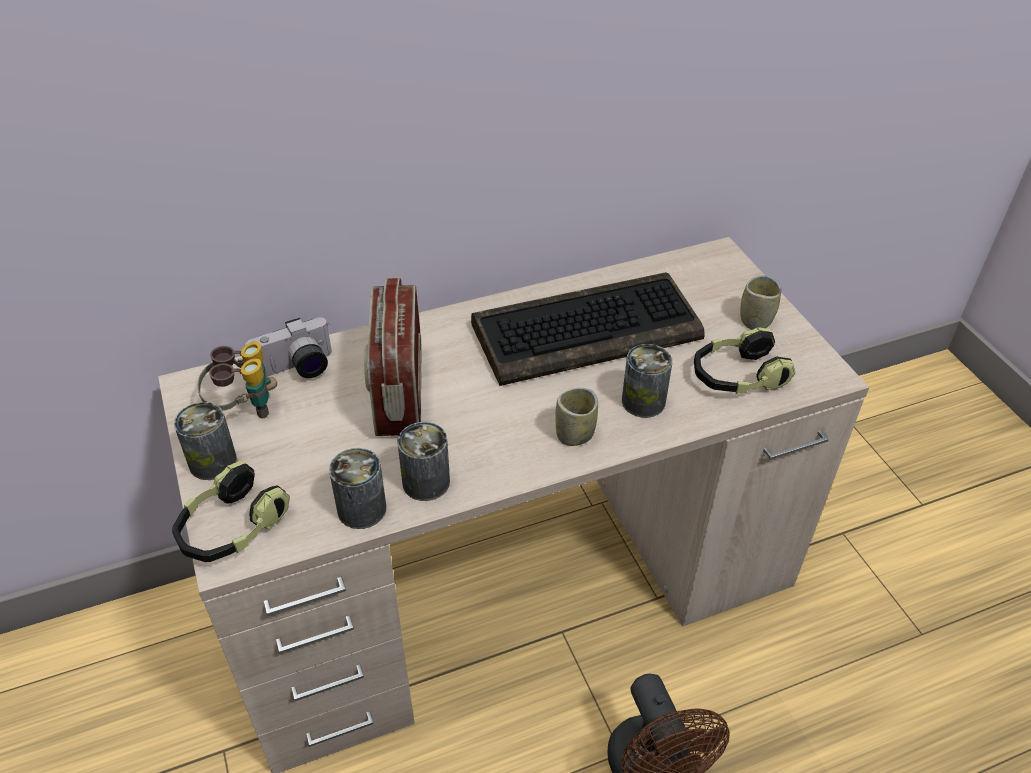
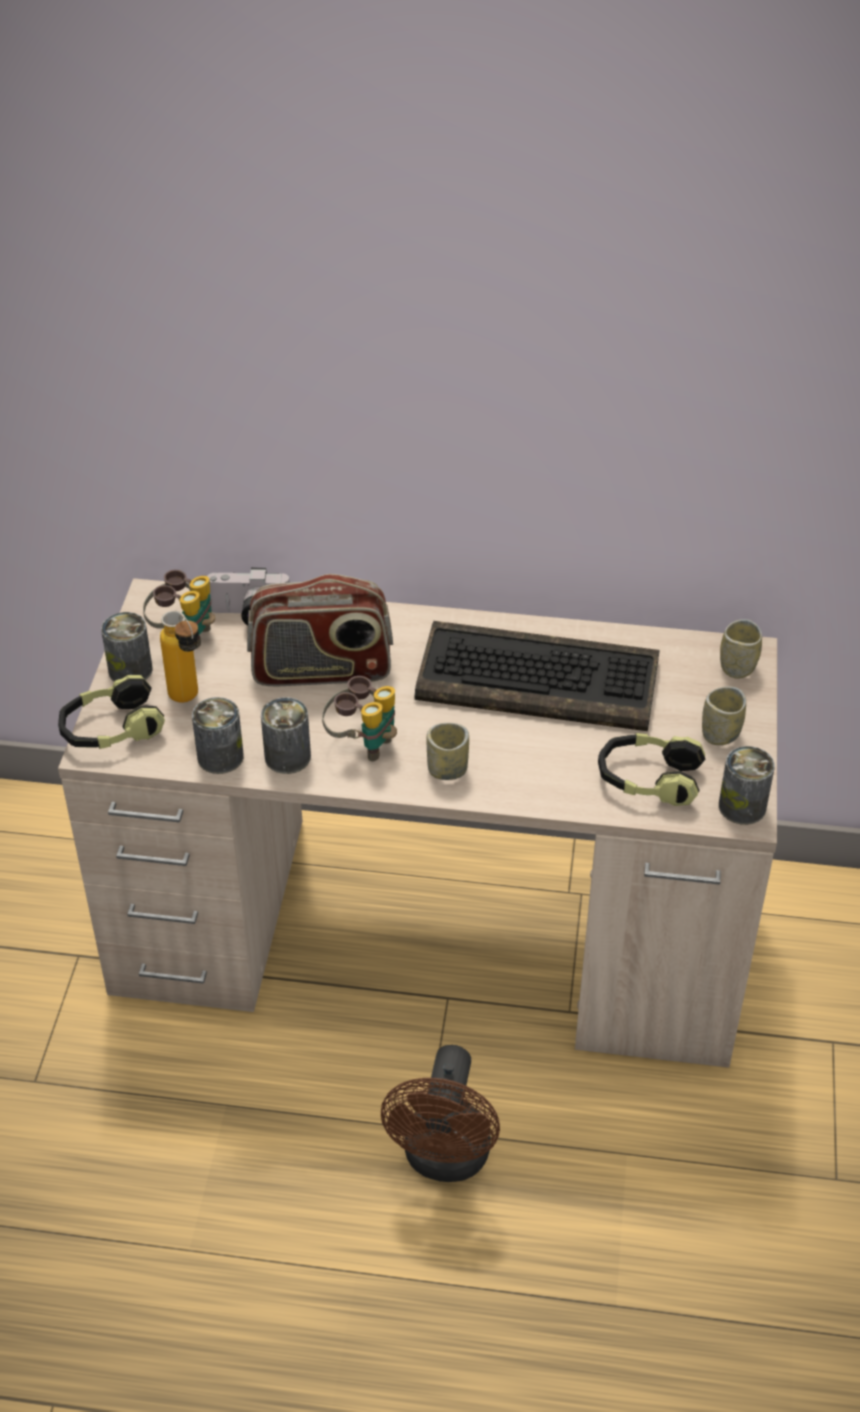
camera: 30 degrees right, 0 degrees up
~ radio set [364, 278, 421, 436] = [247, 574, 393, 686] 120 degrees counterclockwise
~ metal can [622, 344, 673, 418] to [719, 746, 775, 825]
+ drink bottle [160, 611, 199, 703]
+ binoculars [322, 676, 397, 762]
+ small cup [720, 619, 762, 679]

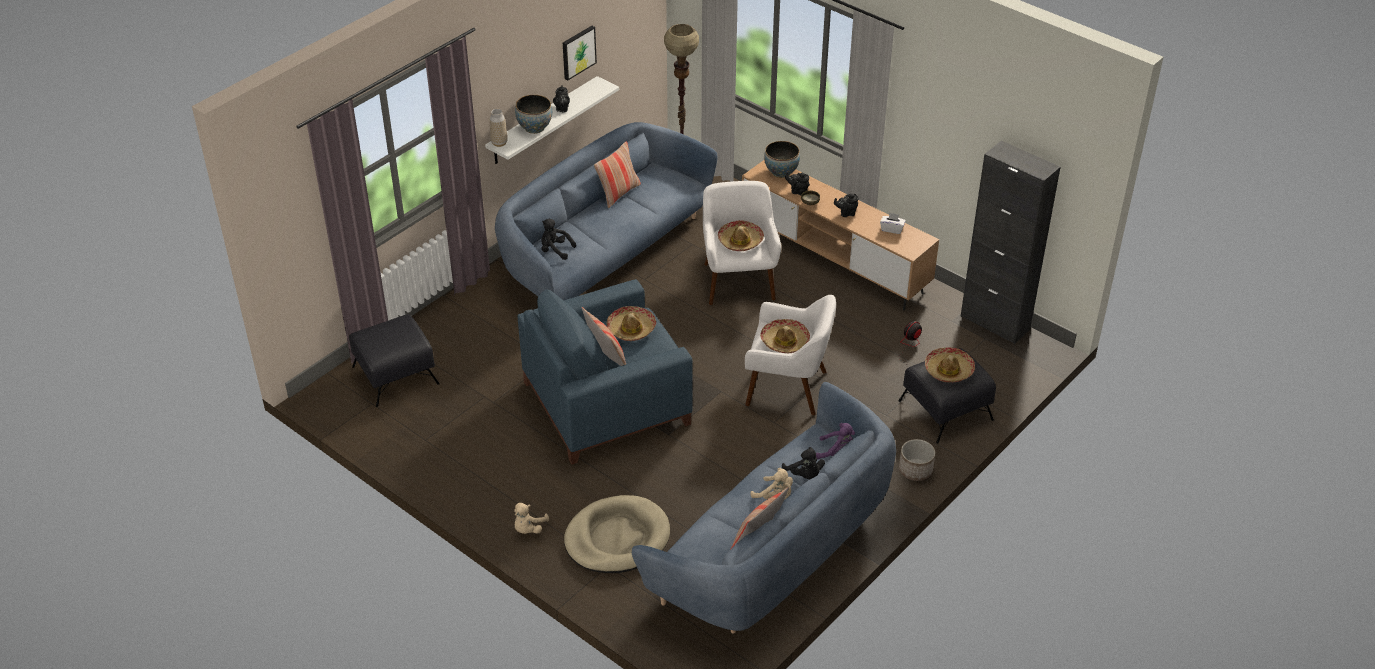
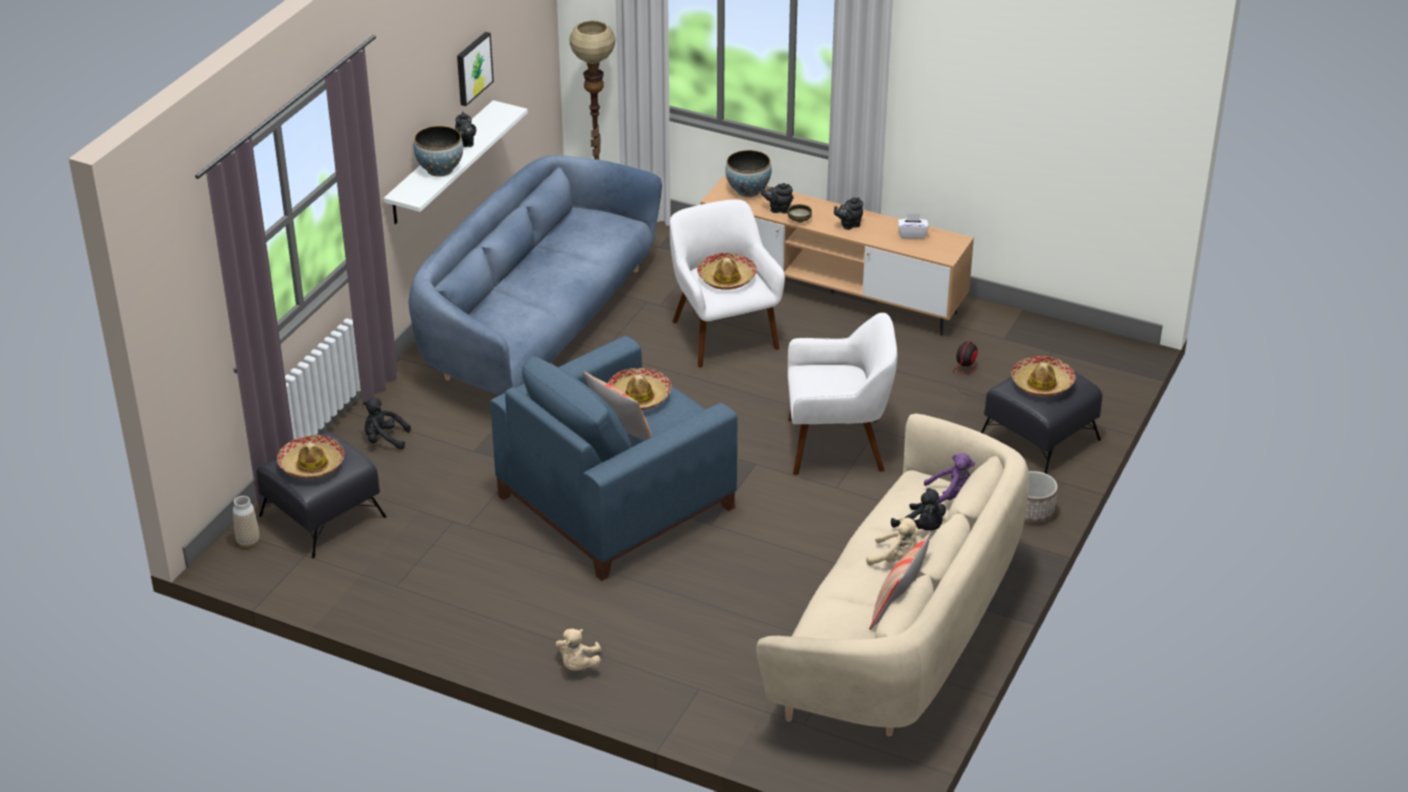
camera: 15 degrees left, 5 degrees down
~ decorative vase [490, 109, 508, 147] to [233, 496, 260, 547]
~ black-coloured cuddly toy [541, 219, 576, 260] to [363, 398, 411, 450]
- sand-coloured dog cushion [564, 495, 670, 573]
- throw pillow [594, 141, 641, 208]
~ blue-coloured couch [632, 382, 896, 633] to sand-coloured couch [756, 414, 1030, 737]
~ hat [760, 319, 810, 353] to [277, 435, 344, 478]
- black-coloured cabinet [960, 140, 1060, 344]

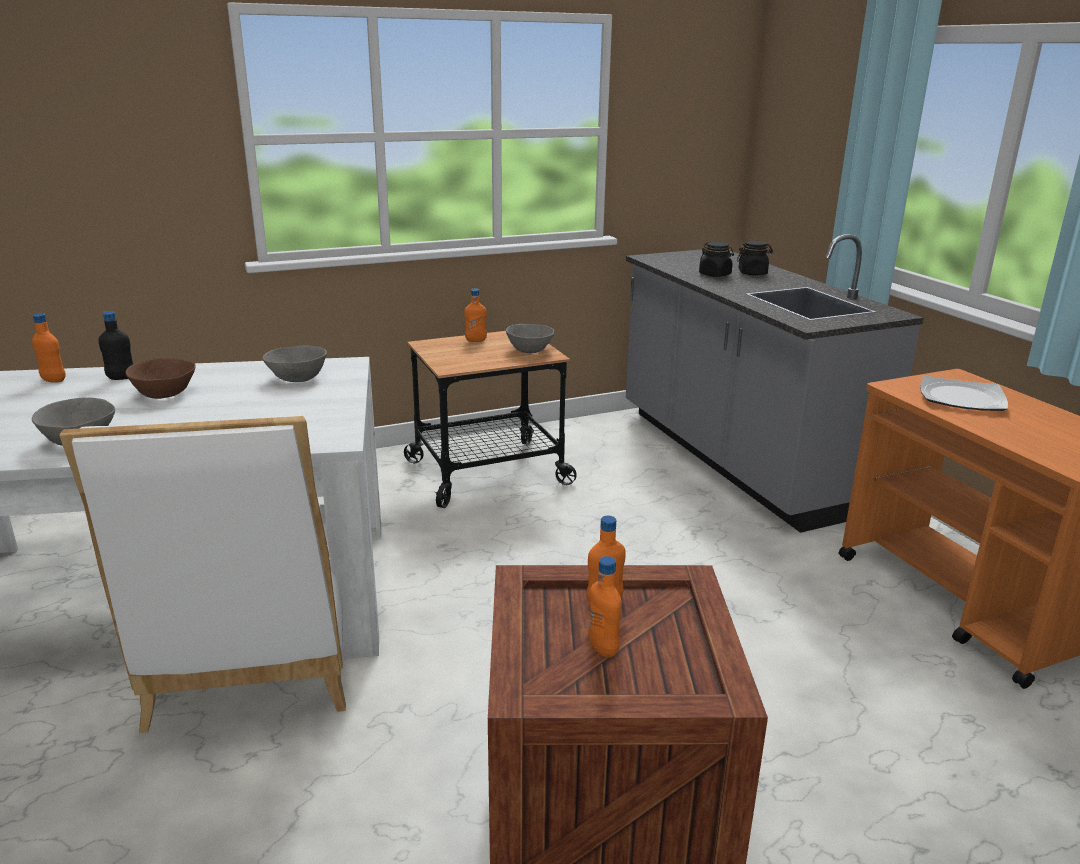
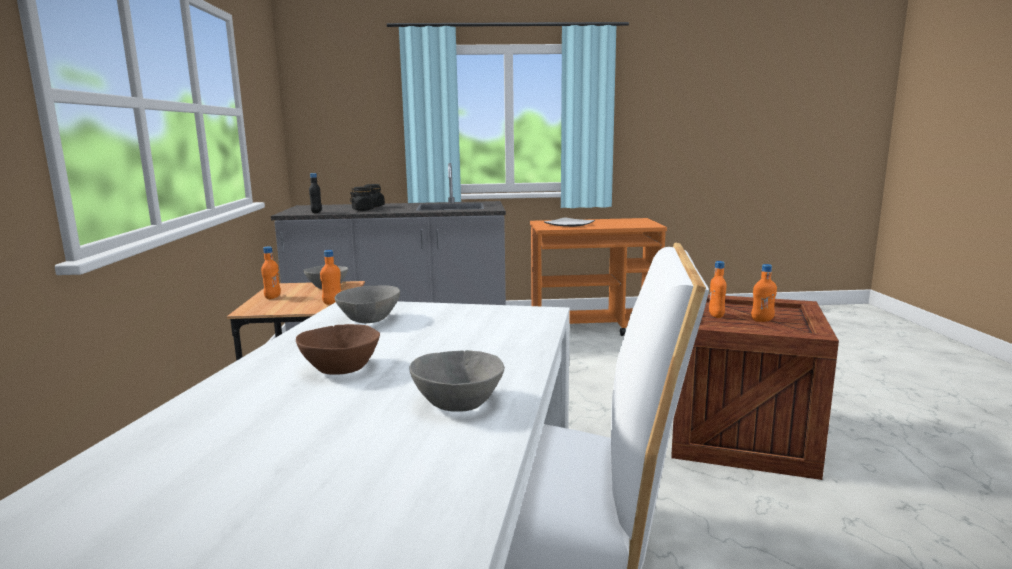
camera: 70 degrees left, 10 degrees down
~ orange-coloured drink bottle [32, 313, 66, 383] to [320, 250, 341, 305]
~ black-coloured drink bottle [98, 311, 133, 380] to [309, 173, 322, 213]

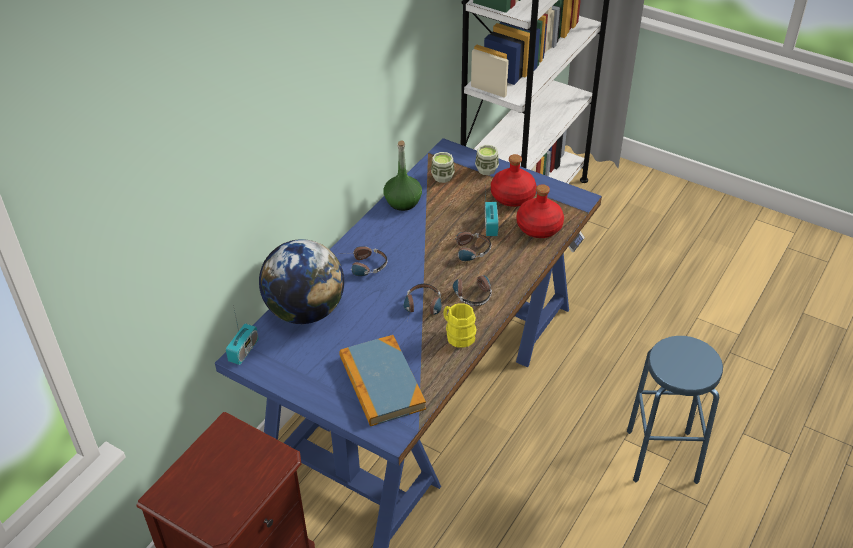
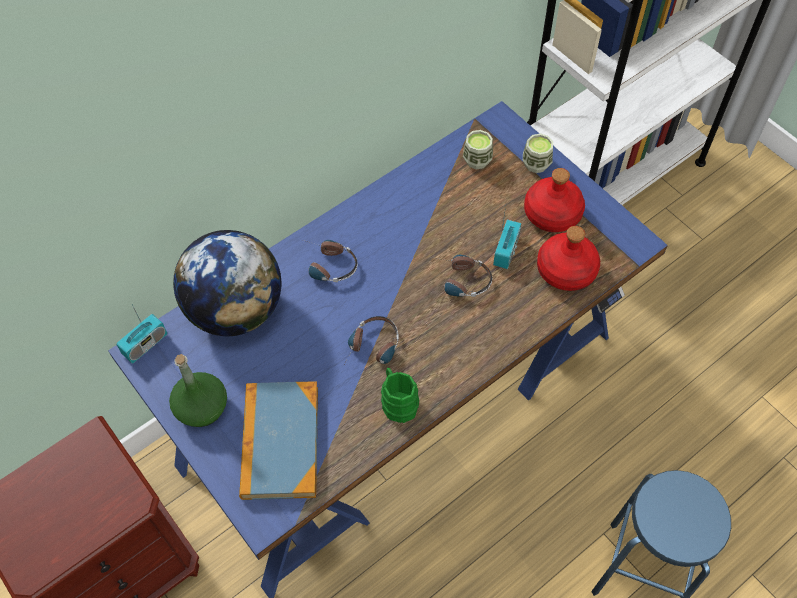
camera: 20 degrees right, 15 degrees up
~ greenish drink bottle [383, 140, 422, 211] to [169, 354, 227, 427]
~ yellow tea mug [443, 303, 477, 348] to greenish tea mug [381, 368, 419, 423]
- pair of headphones [453, 272, 492, 306]

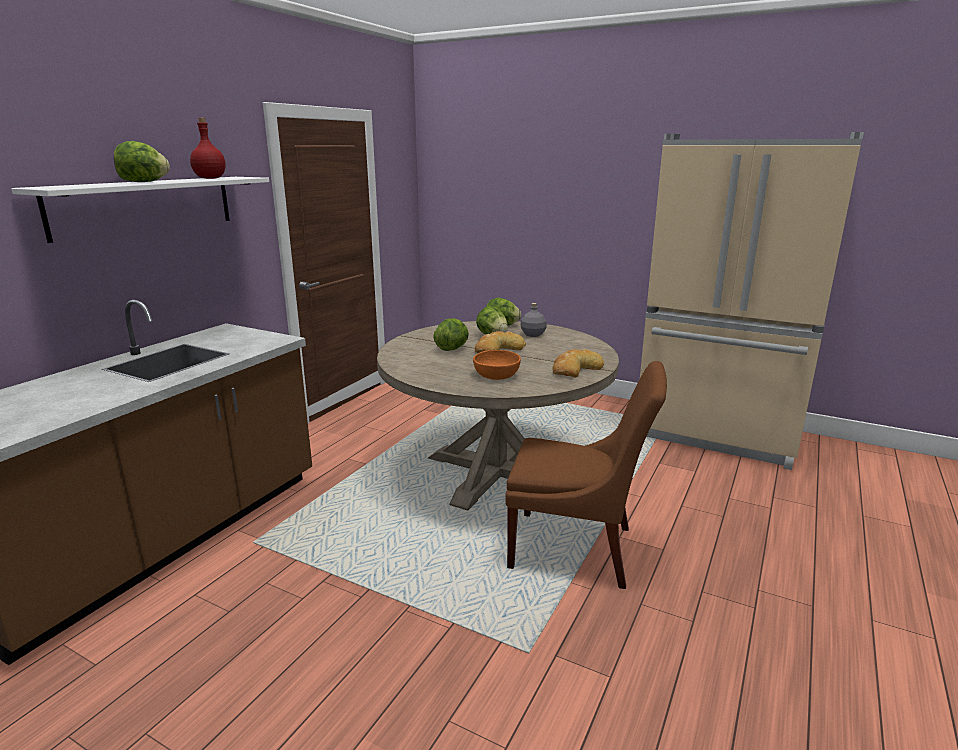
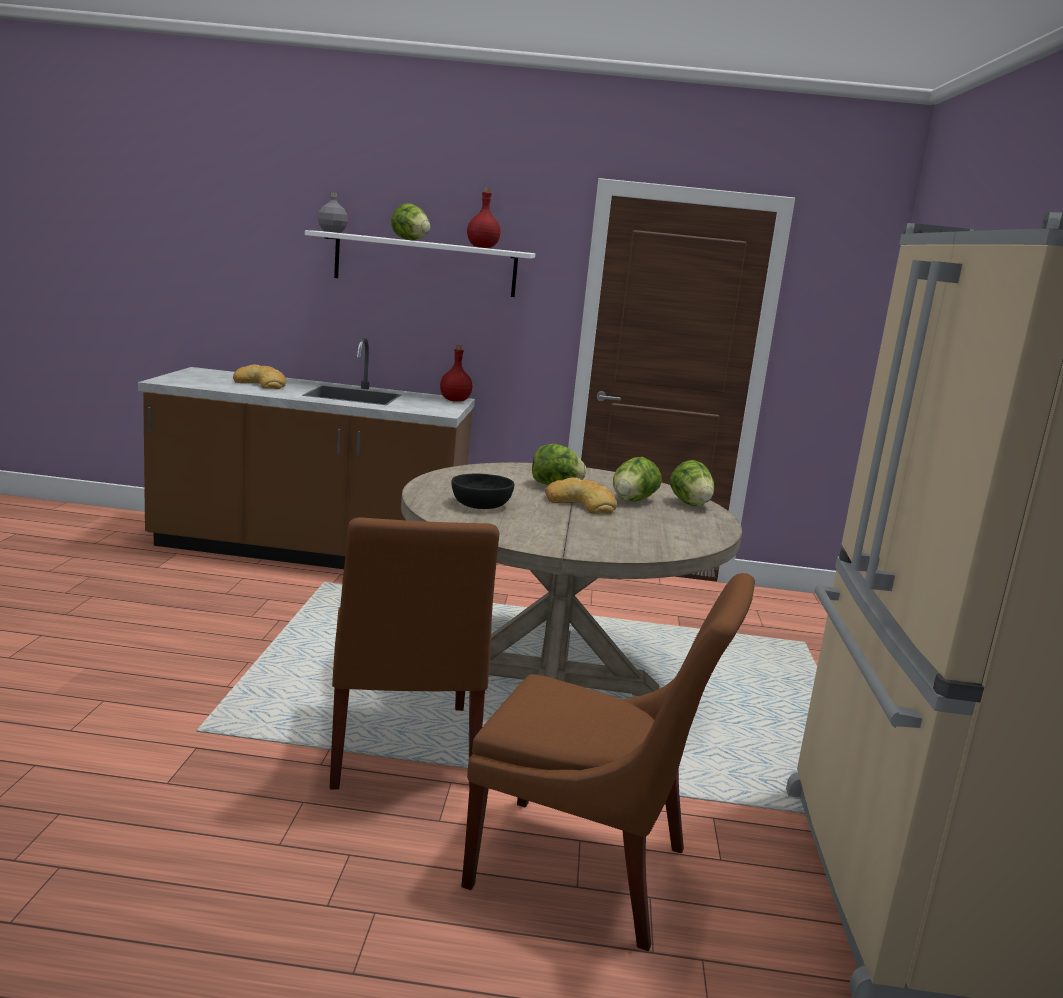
camera: 65 degrees right, 5 degrees down
~ orange-coloured bowl [473, 350, 521, 380] to black-coloured bowl [452, 474, 514, 509]
~ gray drink bottle [520, 303, 547, 337] to [318, 192, 348, 233]
~ bread [553, 349, 604, 377] to [233, 365, 286, 389]
+ red drink bottle [440, 345, 472, 402]
+ brown-coloured chair [461, 573, 755, 951]

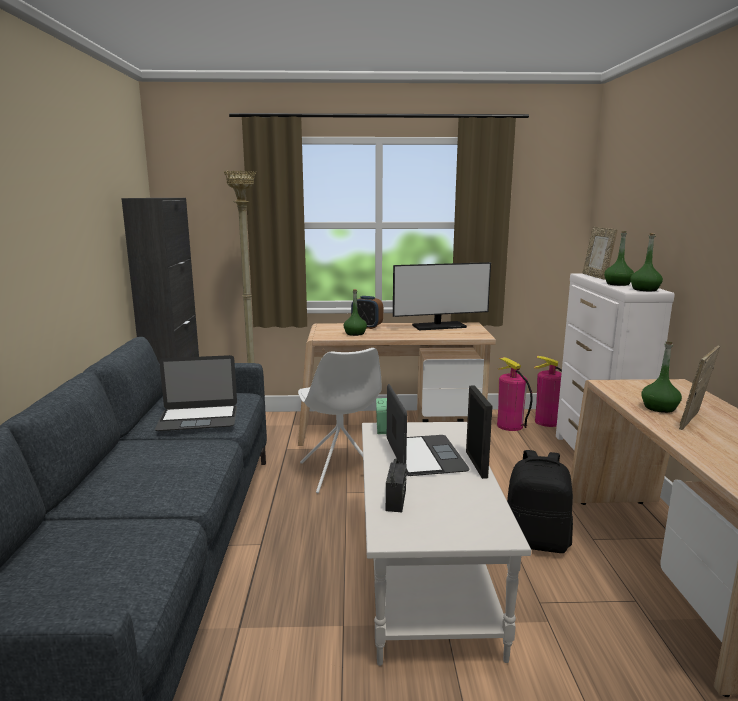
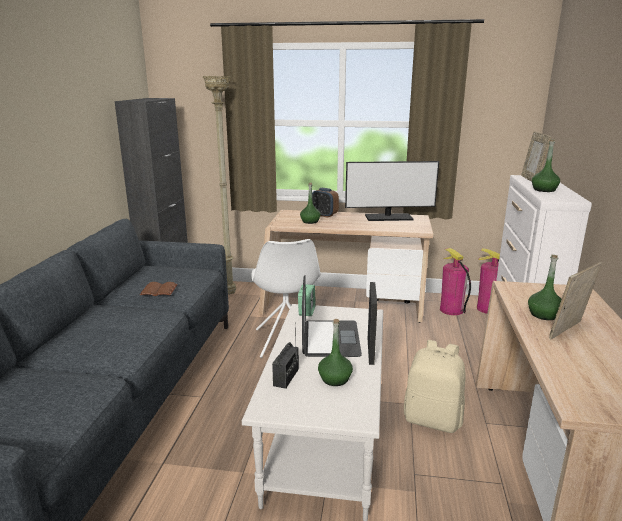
camera: 10 degrees right, 5 degrees up
~ laptop [155, 355, 237, 431] to brown-coloured book [139, 282, 177, 296]
~ black-coloured rucksack [507, 450, 573, 553] to sand-coloured rucksack [404, 340, 466, 433]
~ greenish drink bottle [631, 233, 663, 291] to [318, 319, 353, 386]

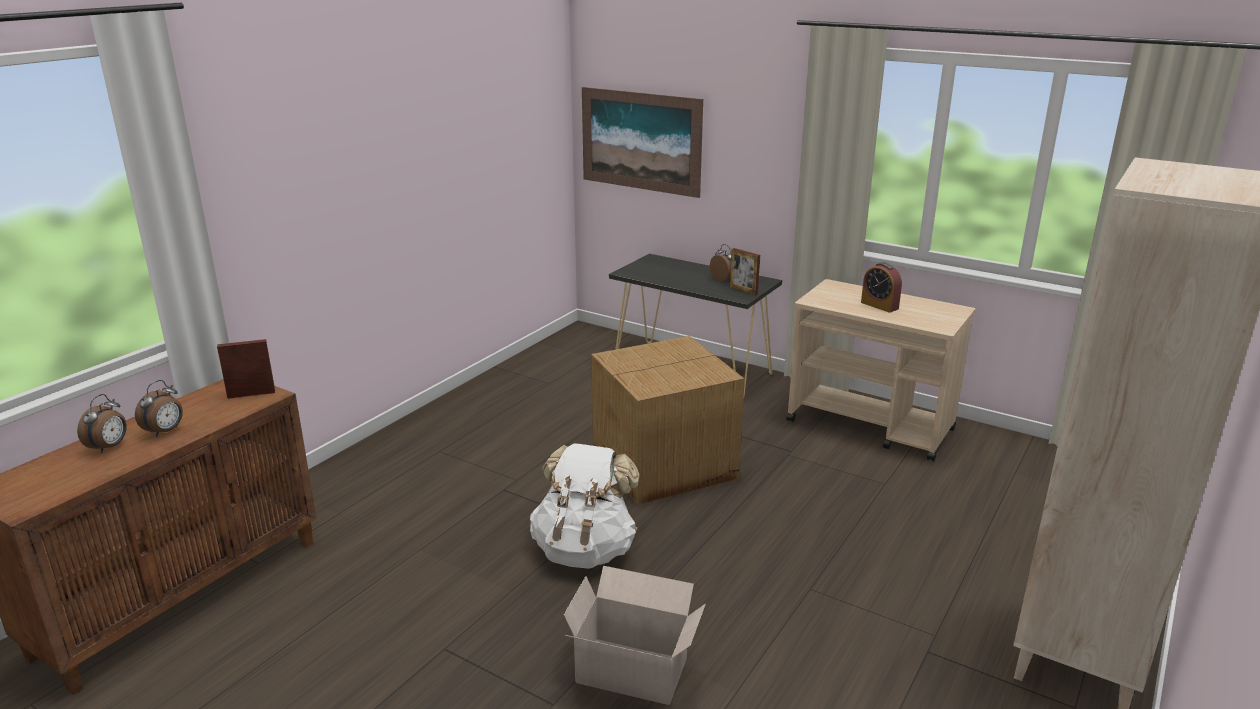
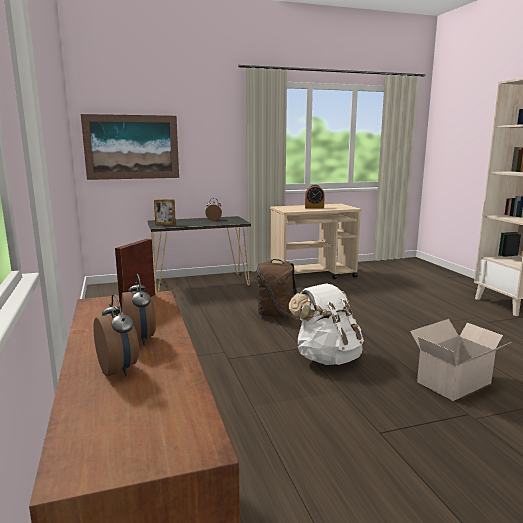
camera: 50 degrees left, 10 degrees down
~ packing box [591, 336, 745, 505] to brown-coloured rucksack [257, 259, 297, 318]
~ photo frame [730, 248, 760, 295] to [154, 199, 176, 225]

